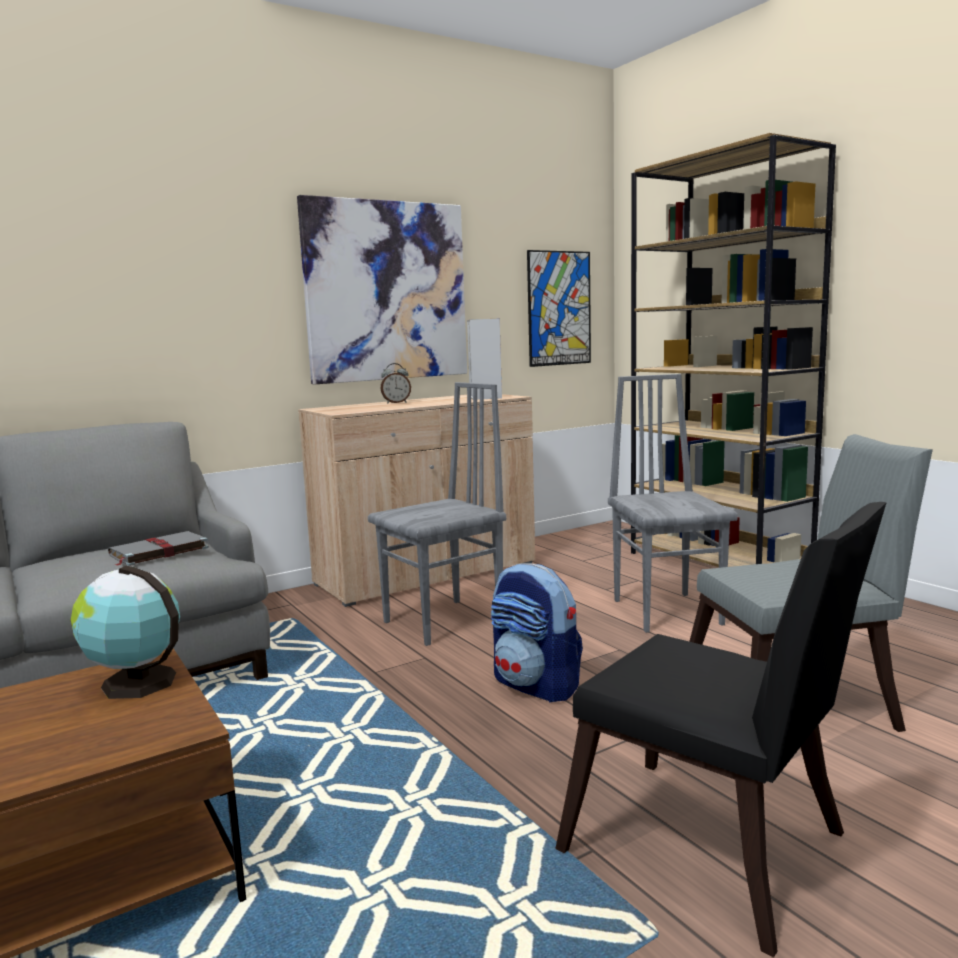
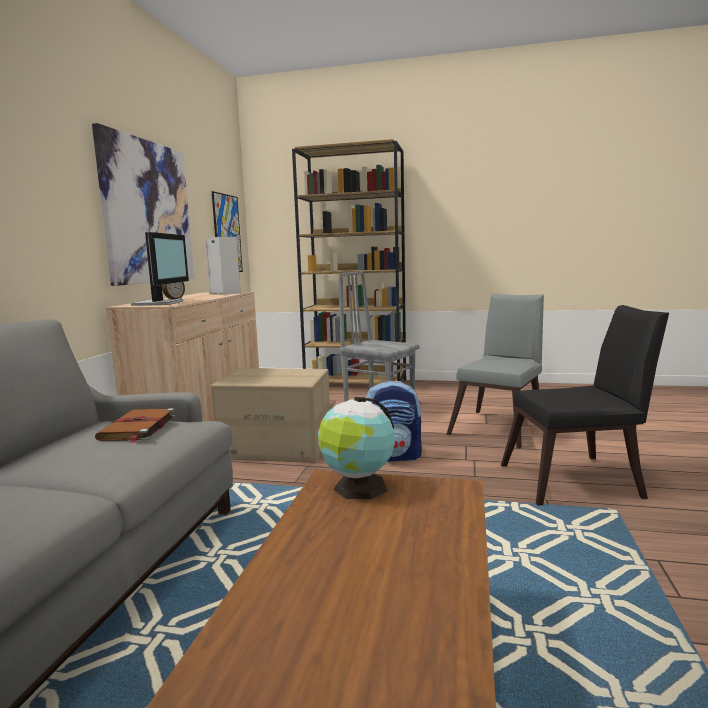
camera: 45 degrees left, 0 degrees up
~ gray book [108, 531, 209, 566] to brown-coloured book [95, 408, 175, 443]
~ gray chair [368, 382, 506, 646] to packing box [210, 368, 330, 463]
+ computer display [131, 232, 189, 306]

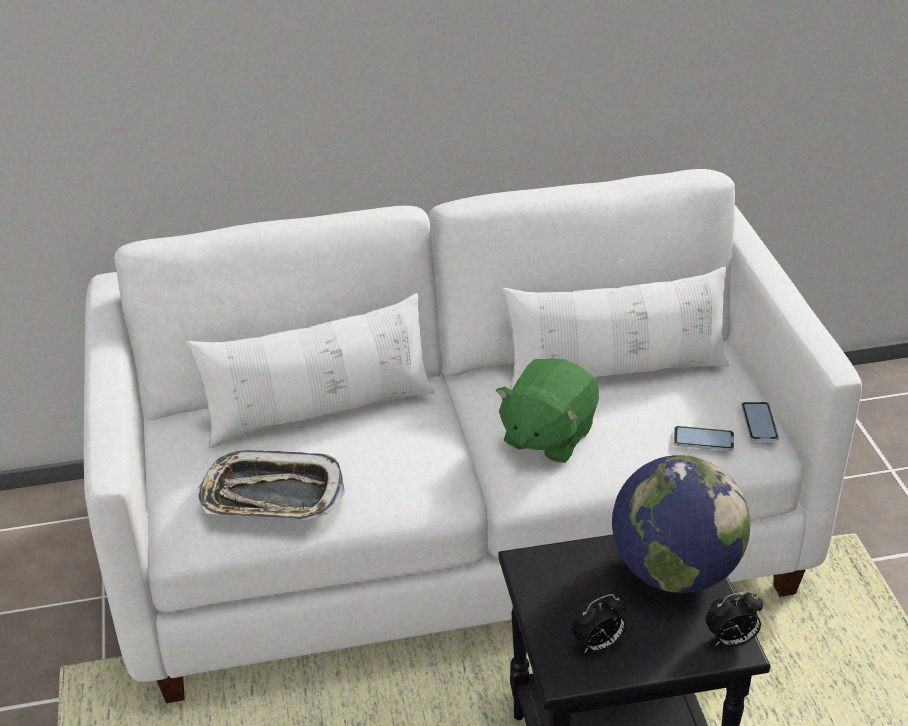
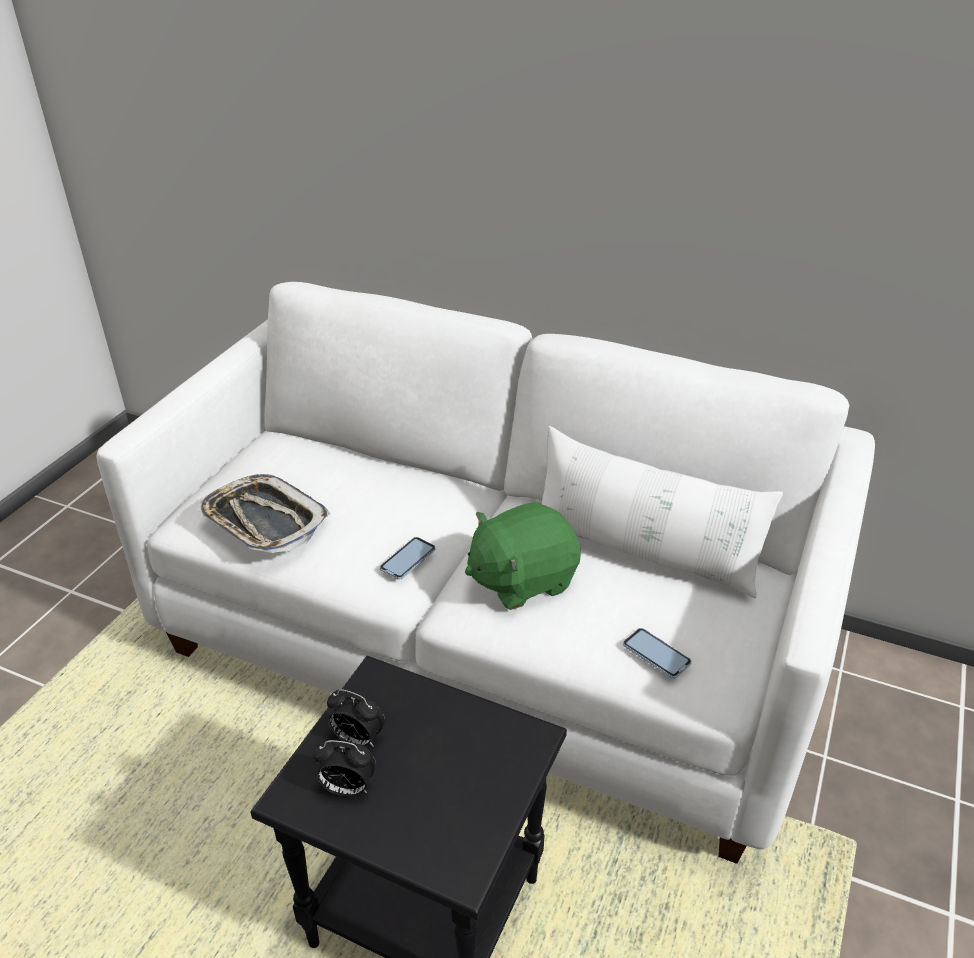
camera: 35 degrees right, 0 degrees up
- white-coloured throw pillow [186, 293, 434, 449]
- globe [612, 455, 750, 593]
~ table clock [706, 591, 763, 647] to [327, 689, 385, 747]
~ phone [741, 402, 779, 441] to [380, 537, 436, 580]

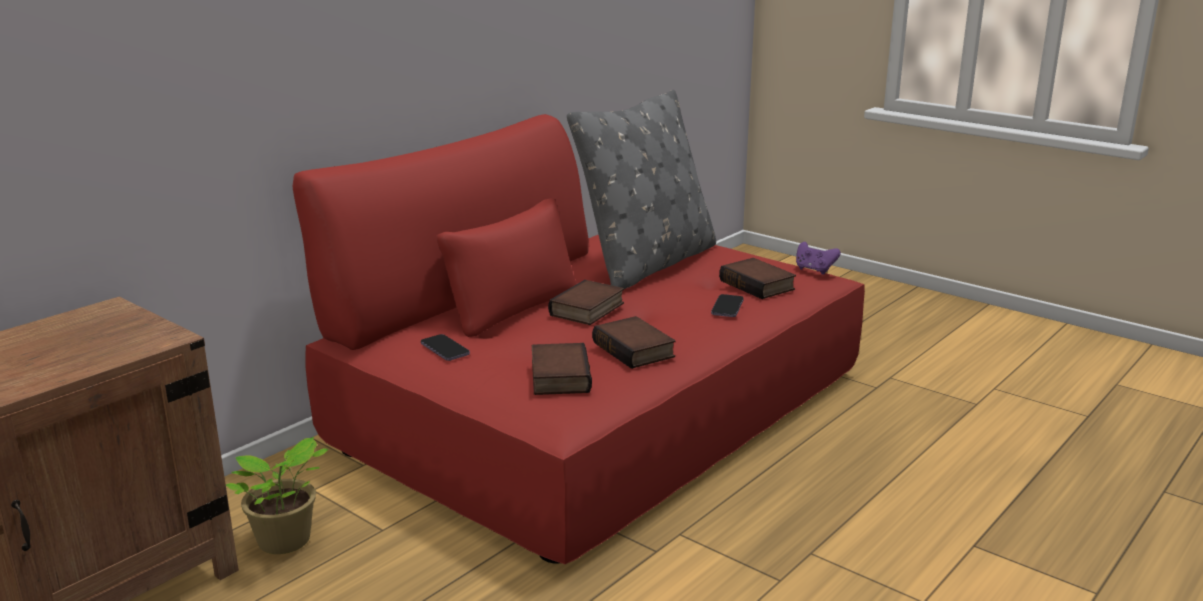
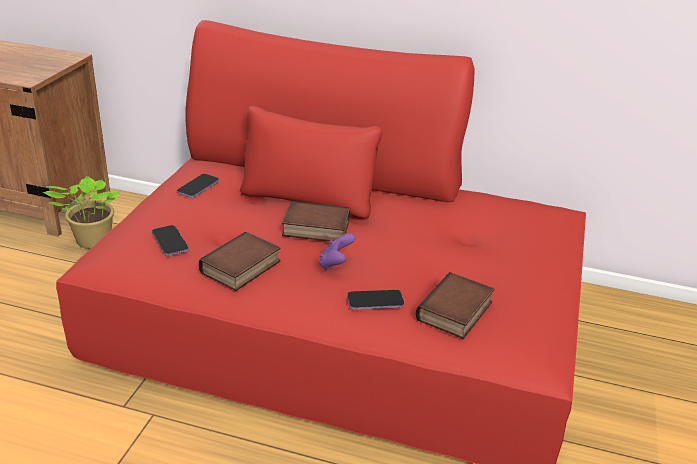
camera: 65 degrees right, 10 degrees up
~ book [532, 343, 592, 395] to phone [152, 225, 189, 256]
- gray throw pillow [567, 90, 716, 289]
~ purple joypad [796, 242, 841, 275] to [319, 233, 355, 270]

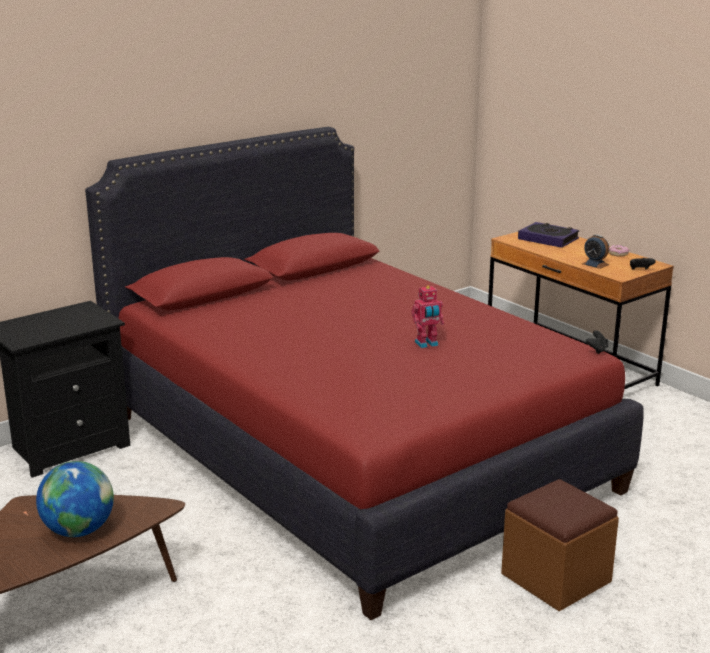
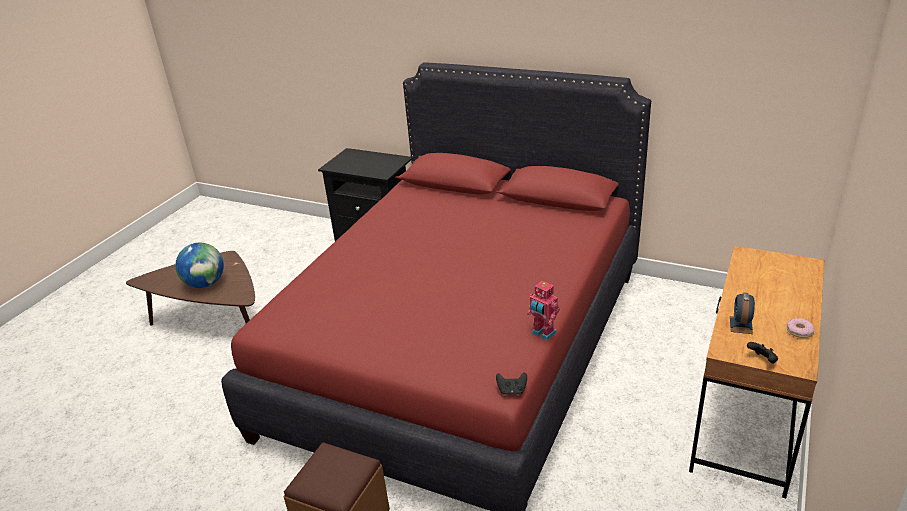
camera: 65 degrees right, 10 degrees up
~ toy robot [411, 285, 444, 348] to [527, 281, 560, 341]
- book [518, 222, 580, 248]

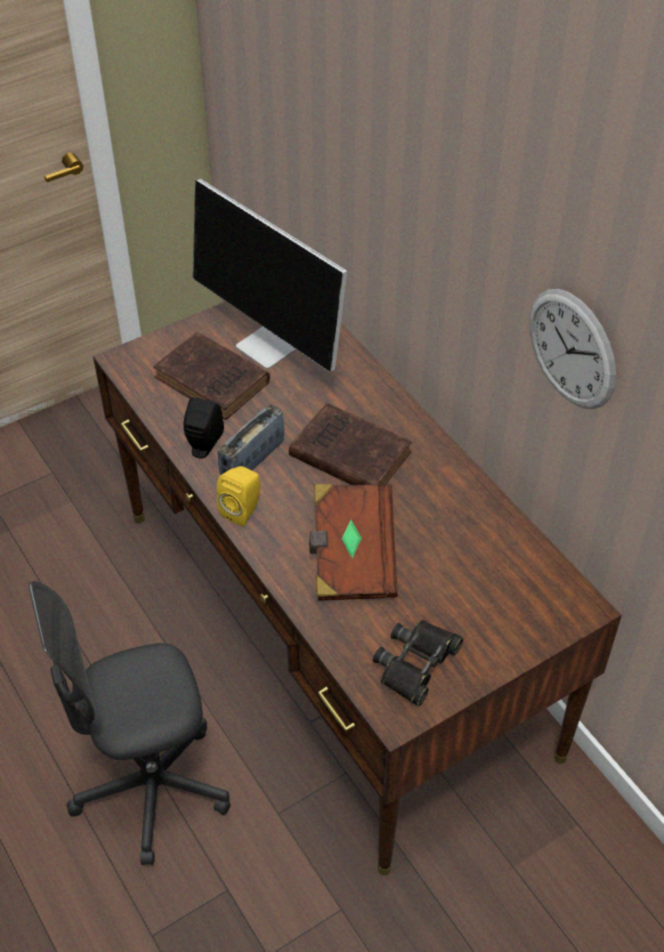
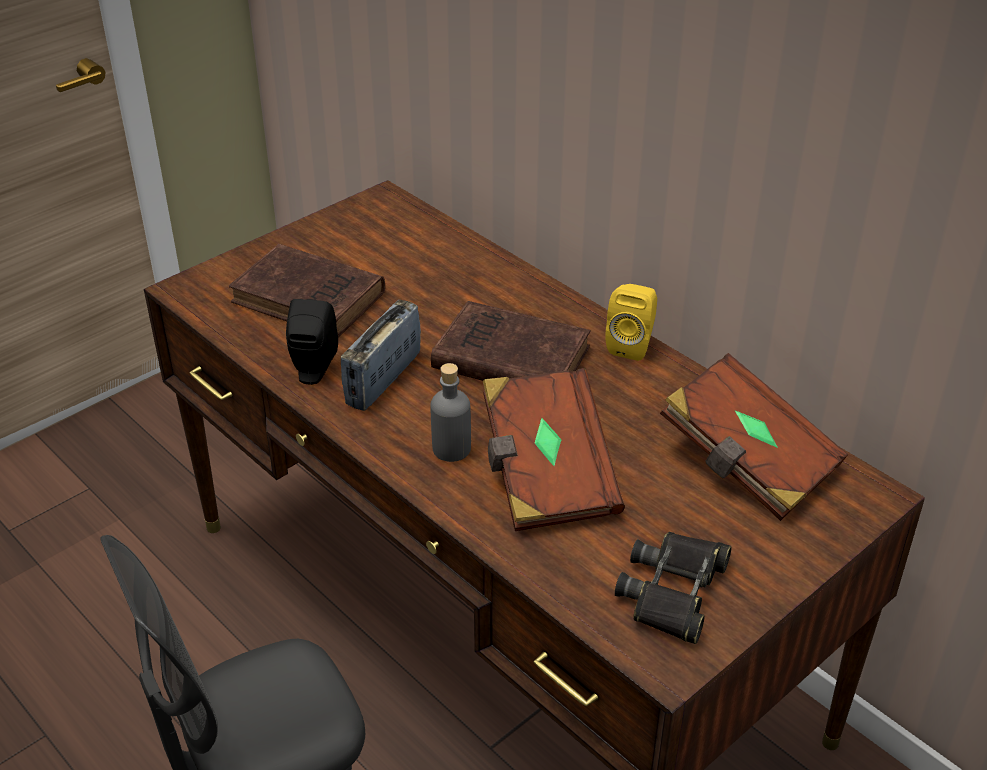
camera: 10 degrees left, 10 degrees down
- computer display [193, 179, 347, 372]
~ yellow loudspeaker [217, 466, 260, 526] to [605, 284, 657, 361]
- hanging clock [529, 289, 616, 409]
+ gray drink bottle [430, 363, 471, 462]
+ brown-coloured book [660, 353, 848, 521]

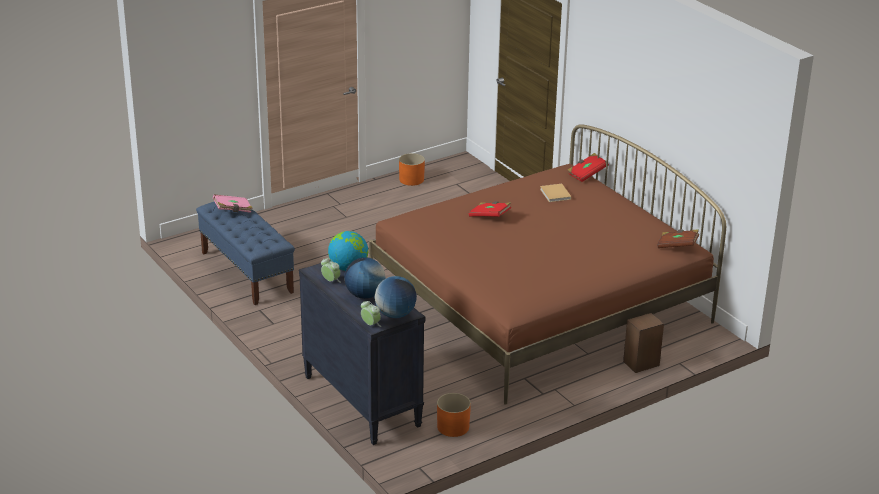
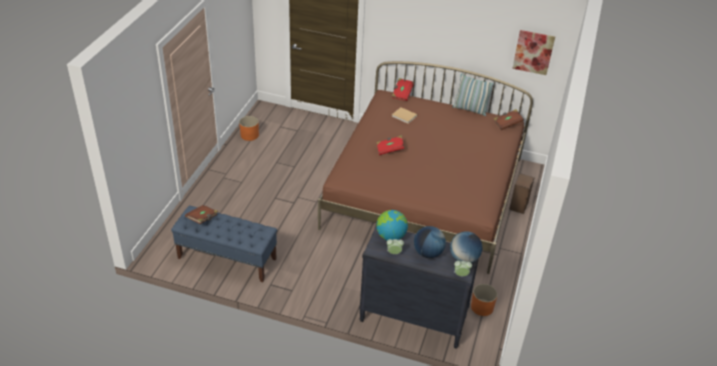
camera: 40 degrees left, 10 degrees up
~ pink book [213, 195, 252, 213] to brown-coloured book [185, 205, 218, 224]
+ throw pillow [452, 74, 494, 116]
+ picture [512, 30, 555, 75]

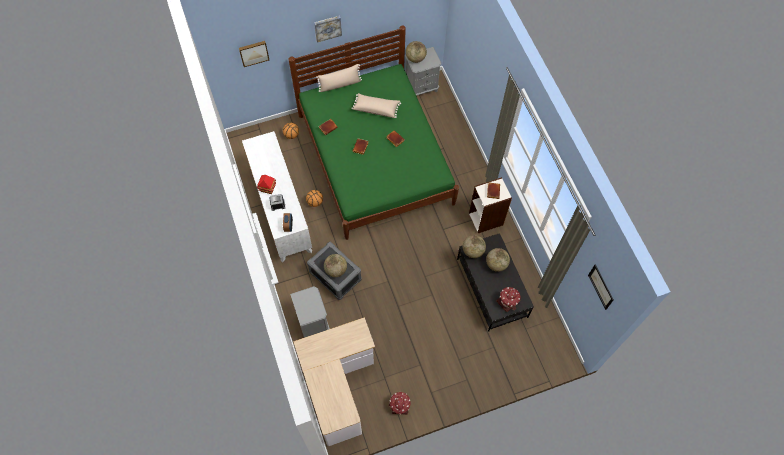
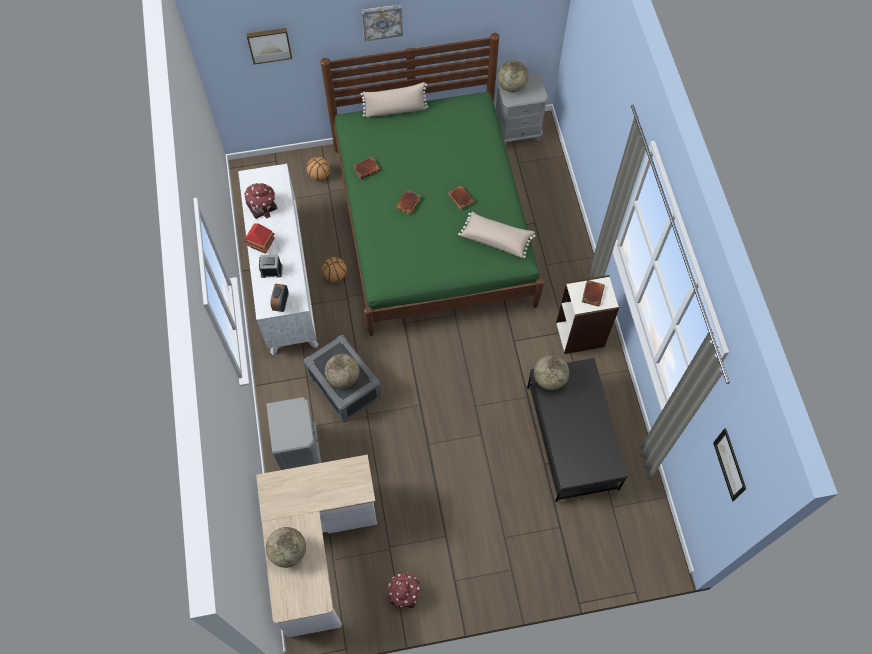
camera: 10 degrees right, 0 degrees up
~ sand-coloured throw pillow [351, 93, 401, 118] to [458, 211, 536, 258]
~ globe [486, 248, 510, 272] to [266, 527, 306, 568]
~ miniature house [496, 287, 521, 312] to [244, 183, 277, 219]

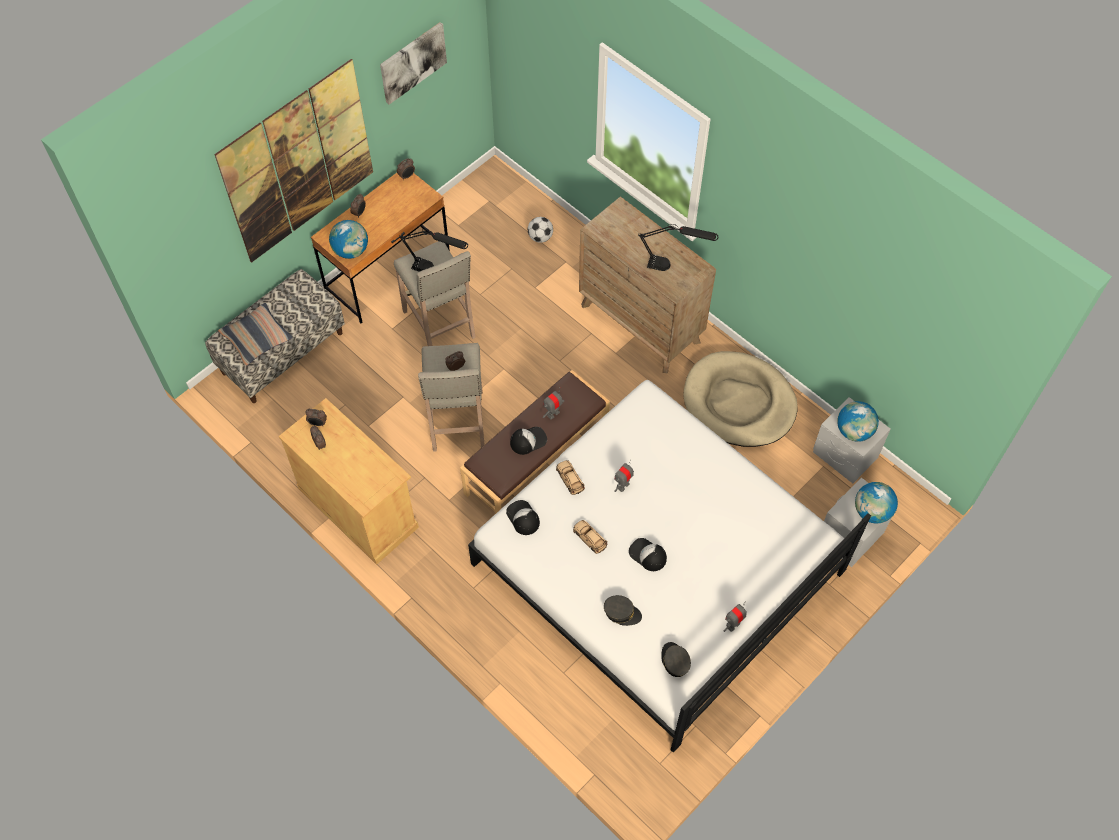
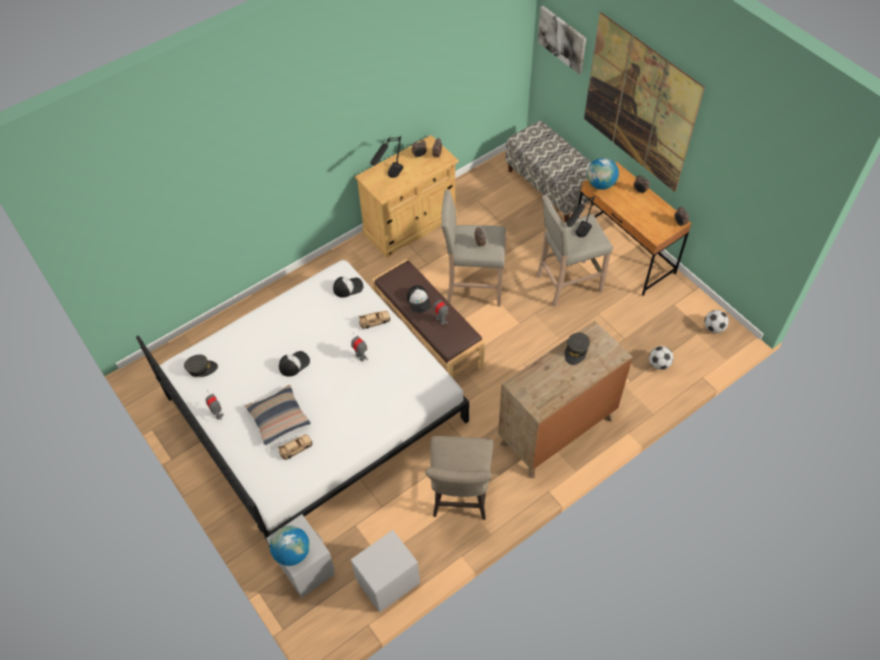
camera: 100 degrees right, 5 degrees down
~ throw pillow [218, 303, 292, 366] to [245, 385, 311, 445]
~ picture [380, 22, 447, 104] to [538, 6, 586, 74]
~ sand-coloured miniature car [573, 520, 608, 554] to [277, 434, 313, 460]
~ gray peaked cap [604, 595, 642, 626] to [565, 332, 590, 365]
~ black-coloured table lamp [638, 224, 718, 271] to [370, 135, 404, 178]
~ sand-coloured dog cushion [684, 351, 798, 447] to sand-coloured stool [425, 436, 493, 520]
- globe [837, 401, 879, 442]
+ football ball [704, 310, 729, 333]

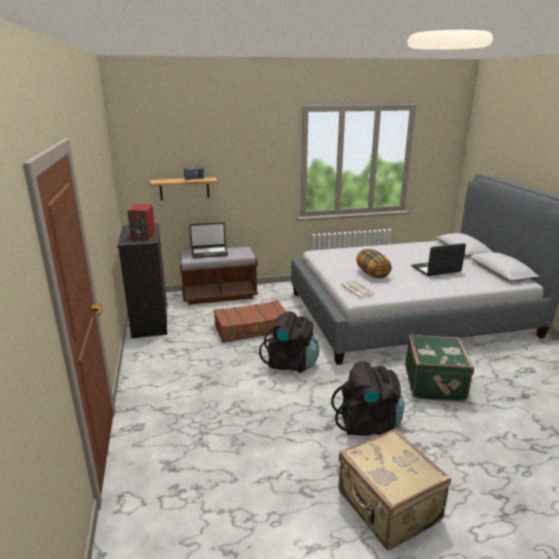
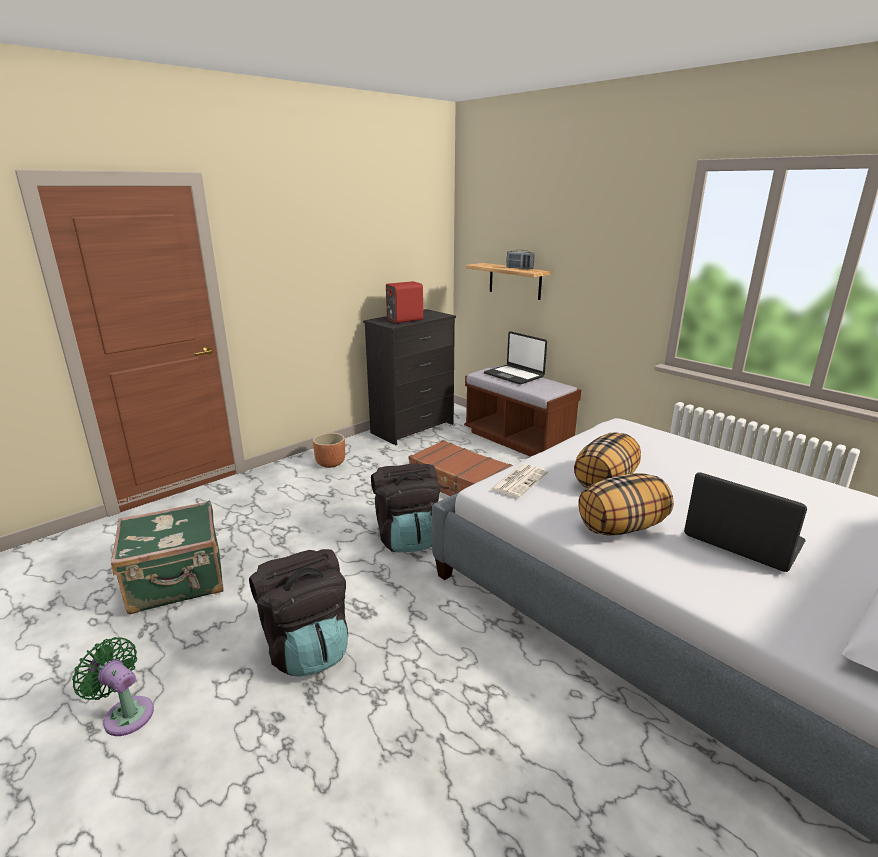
camera: 60 degrees right, 0 degrees up
~ sand-coloured travel case [338, 428, 451, 550] to greenish fan [72, 637, 154, 736]
~ greenish travel case [405, 334, 474, 402] to [111, 500, 224, 614]
+ brown-coloured flower pot [313, 433, 345, 468]
+ throw pillow [579, 473, 674, 536]

